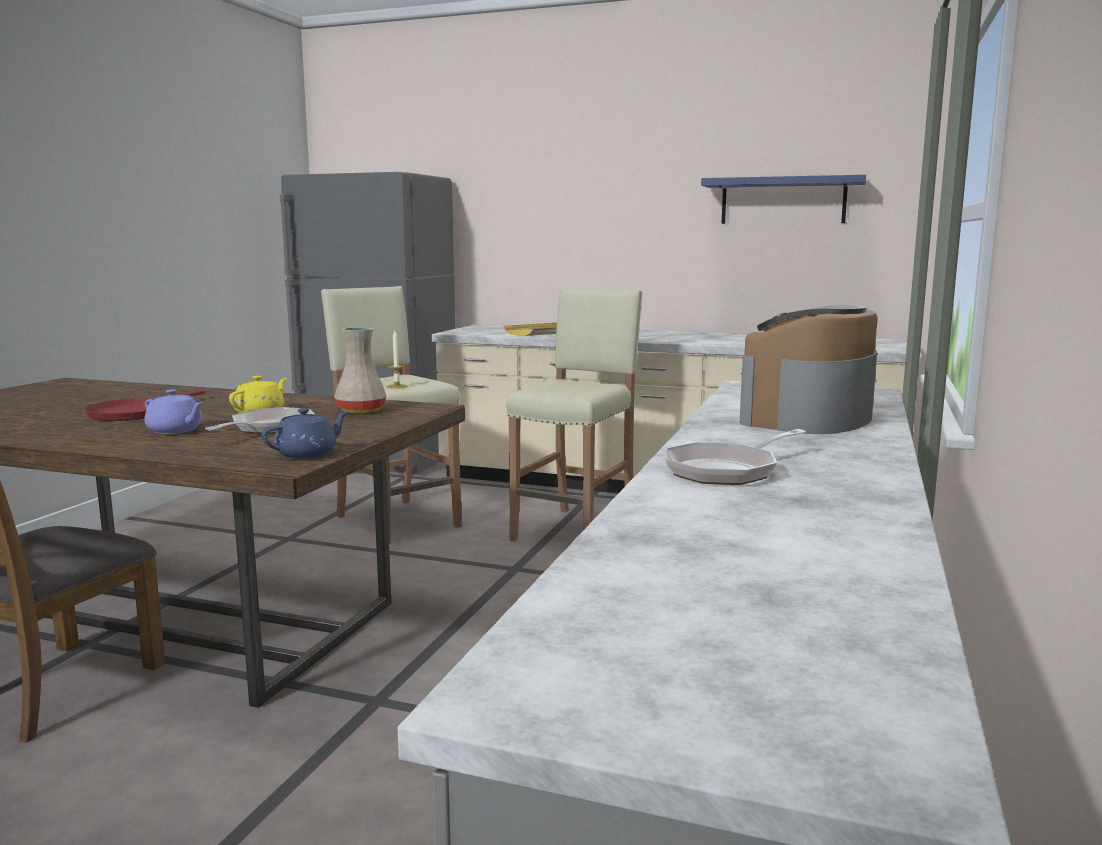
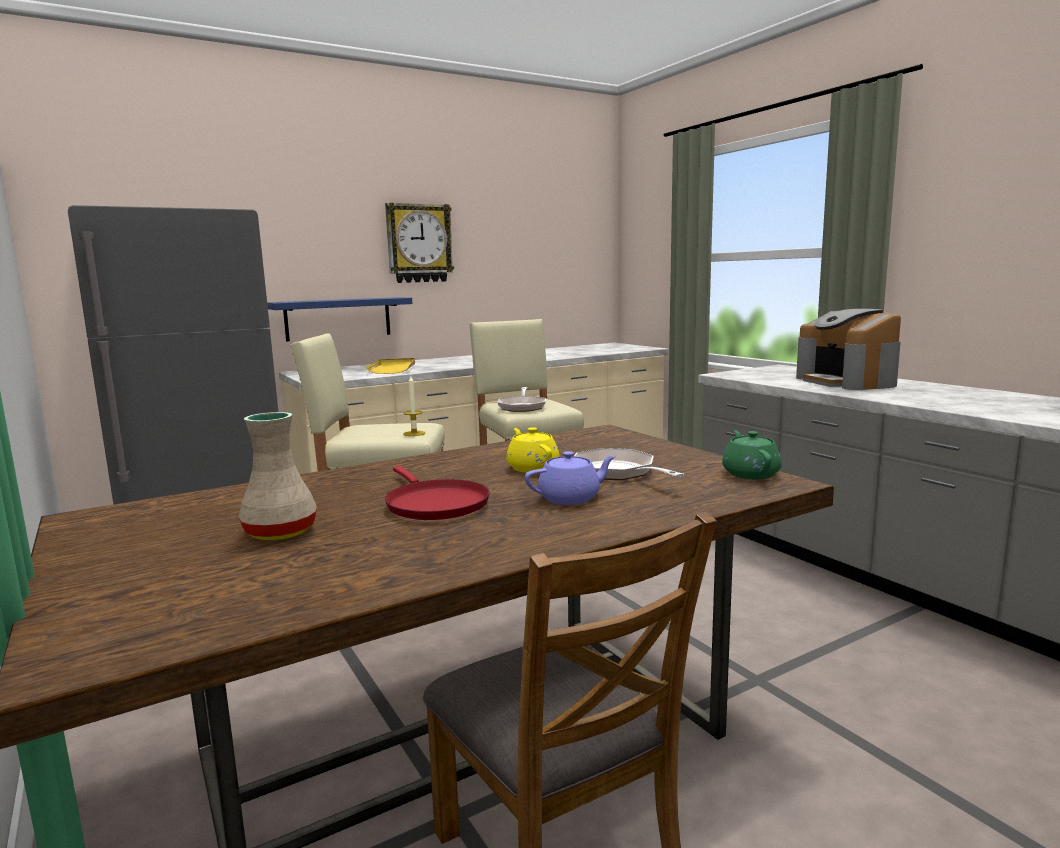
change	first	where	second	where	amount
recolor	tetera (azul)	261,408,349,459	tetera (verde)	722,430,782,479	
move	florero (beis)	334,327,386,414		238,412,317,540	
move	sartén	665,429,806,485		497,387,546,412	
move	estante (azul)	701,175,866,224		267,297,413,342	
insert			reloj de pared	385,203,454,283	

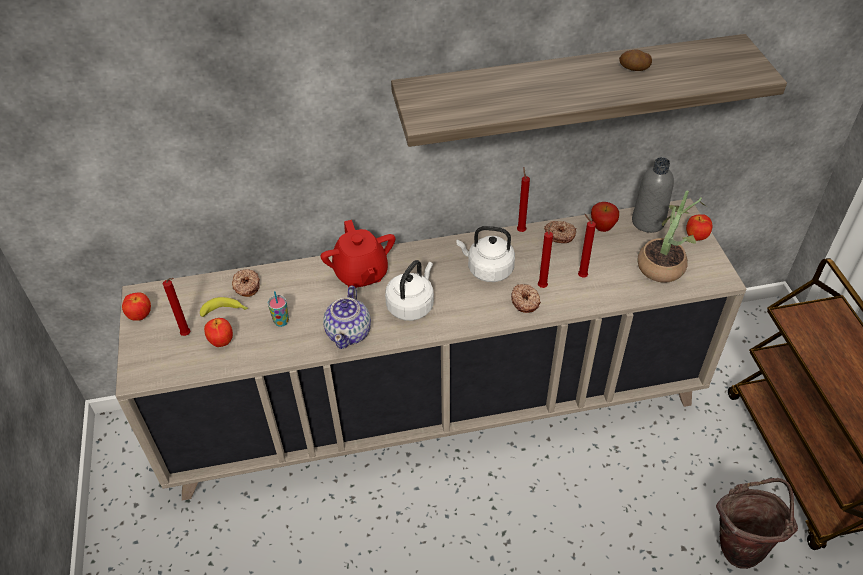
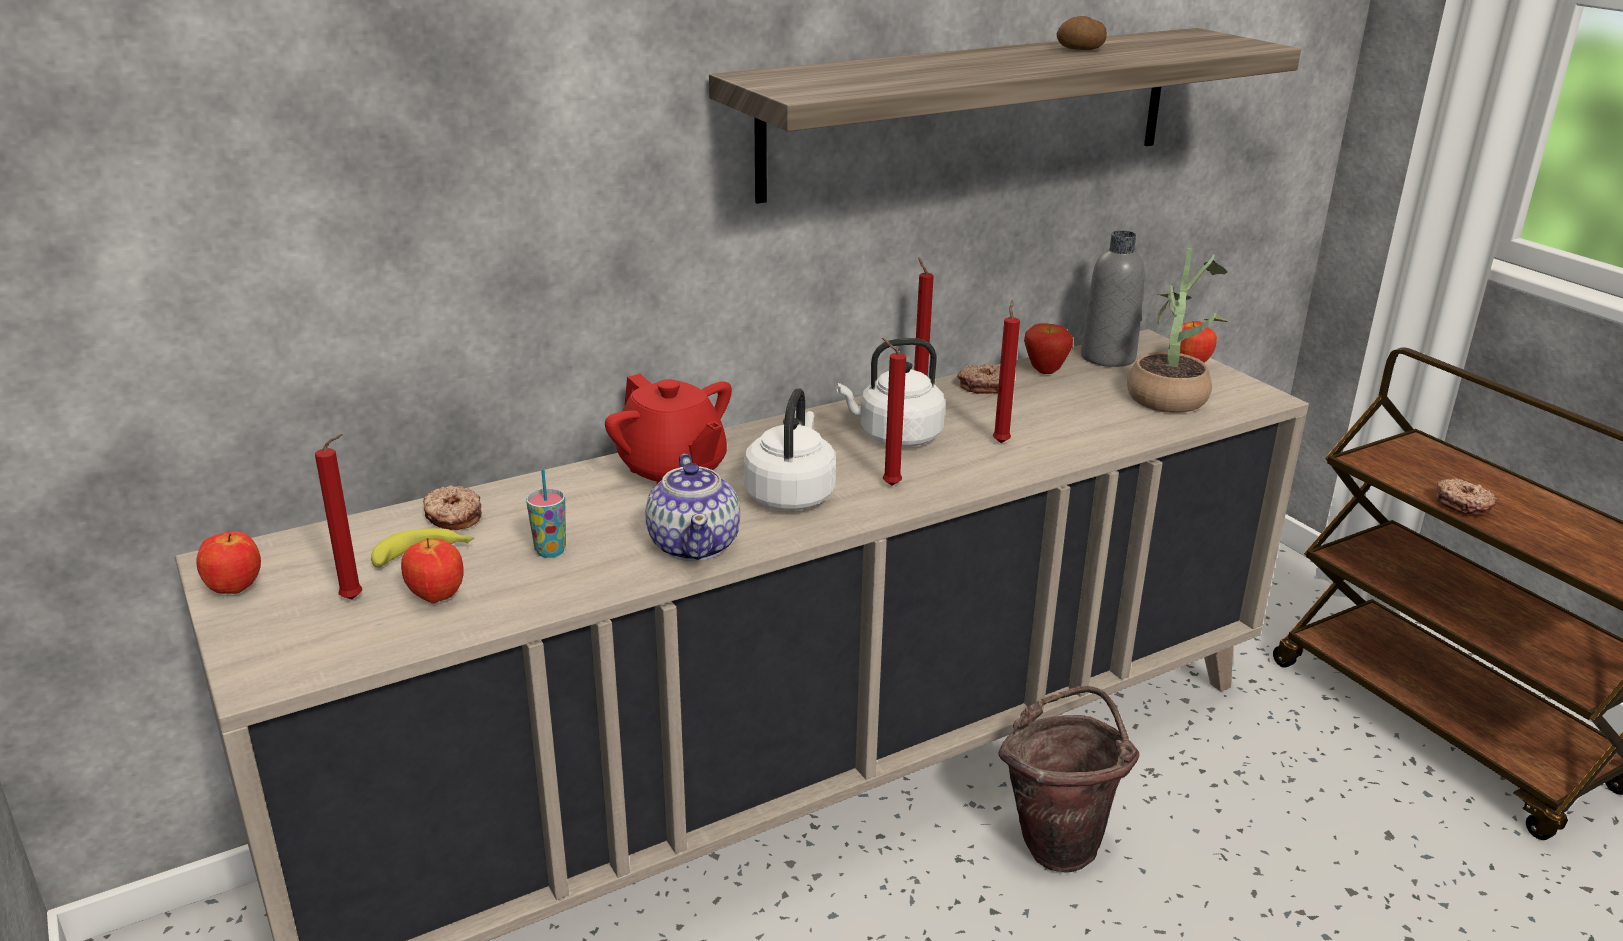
change	first	where	second	where	amount
move	rosquilla	511,284,541,313		1436,478,1498,515	
move	vela (rojo)	578,214,596,277		882,338,906,486	
move	cubo (marrón)	716,478,798,569		998,686,1139,872	

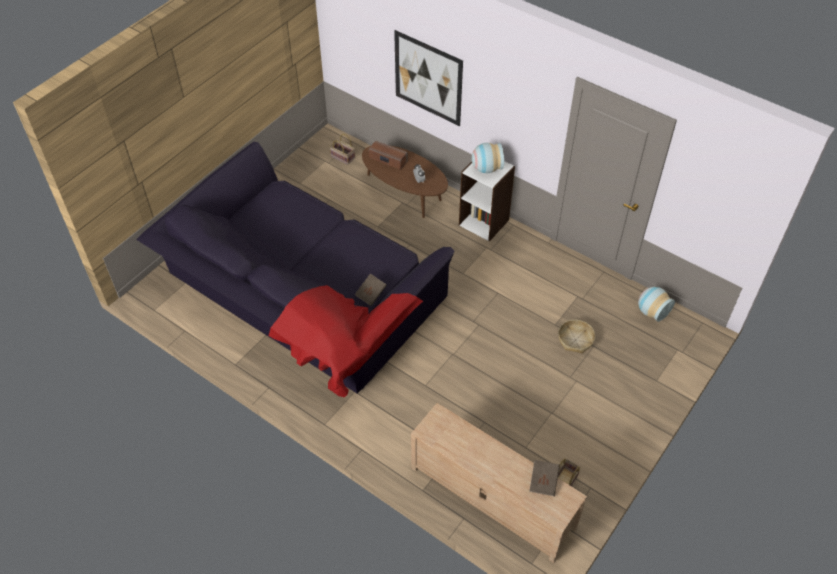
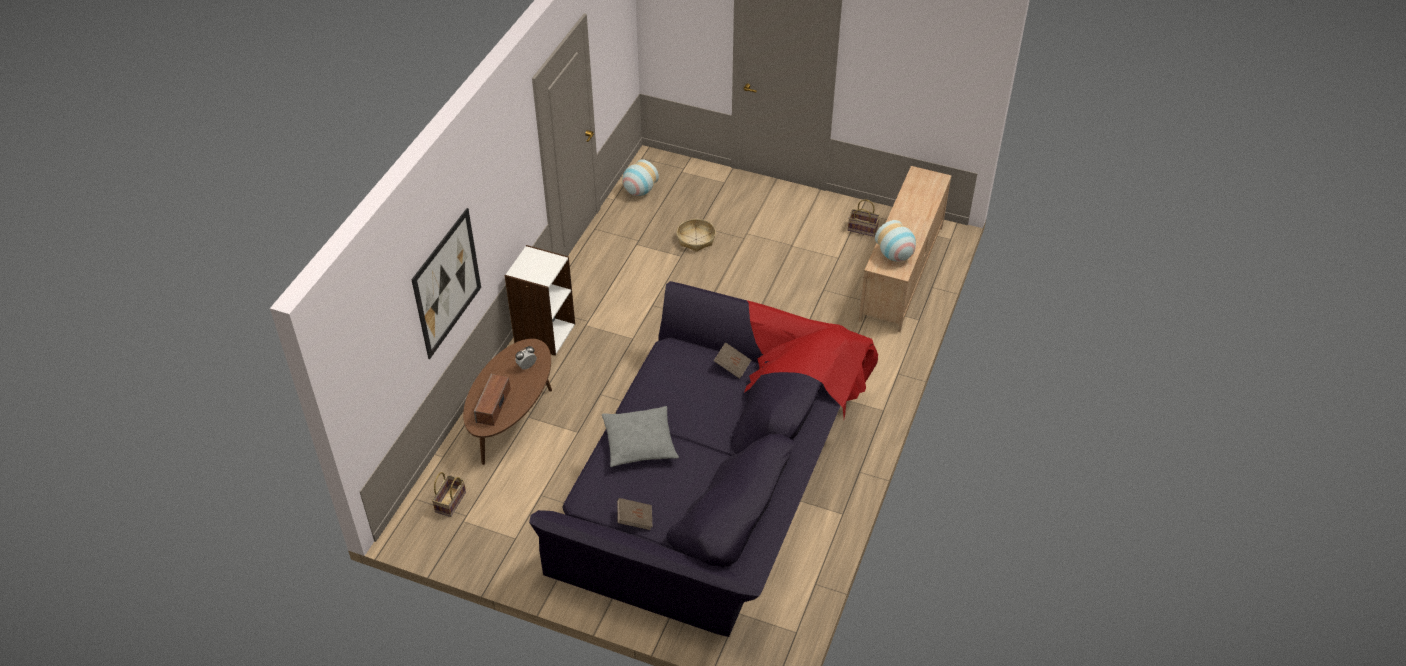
change	first	where	second	where	amount
move	florero	472,143,504,173		875,220,916,262	
move	libro (marrón)	529,460,560,496		617,498,652,530	
insert			cojín (gris)	602,406,679,467	

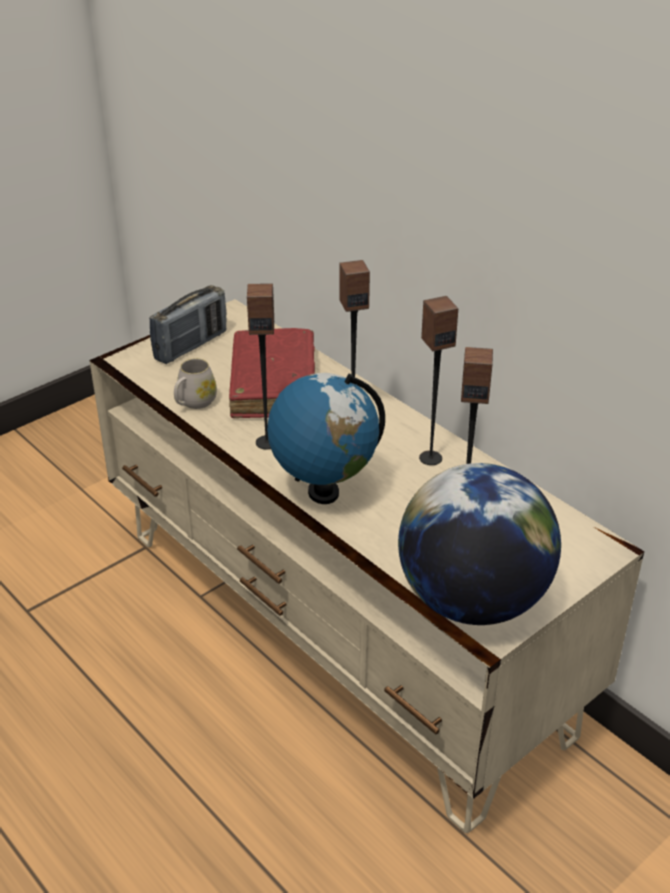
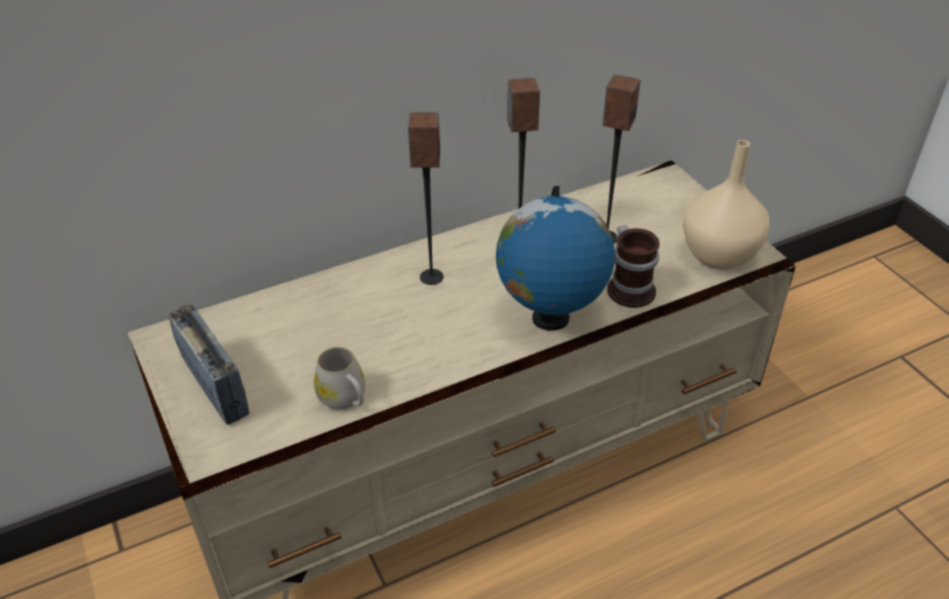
change	first	where	second	where	amount
delete	libro (rojo)	229,328,315,418			
delete	altavoz	247,283,274,450			
replace	globo terráqueo	398,463,561,625	florero (beis)	683,140,769,270	
insert			taza grande	607,225,660,308	

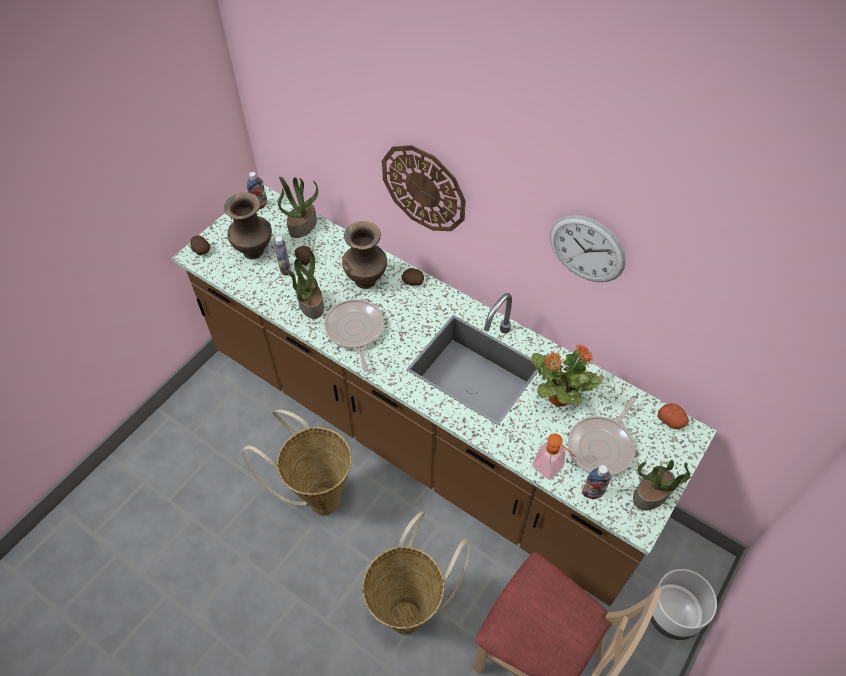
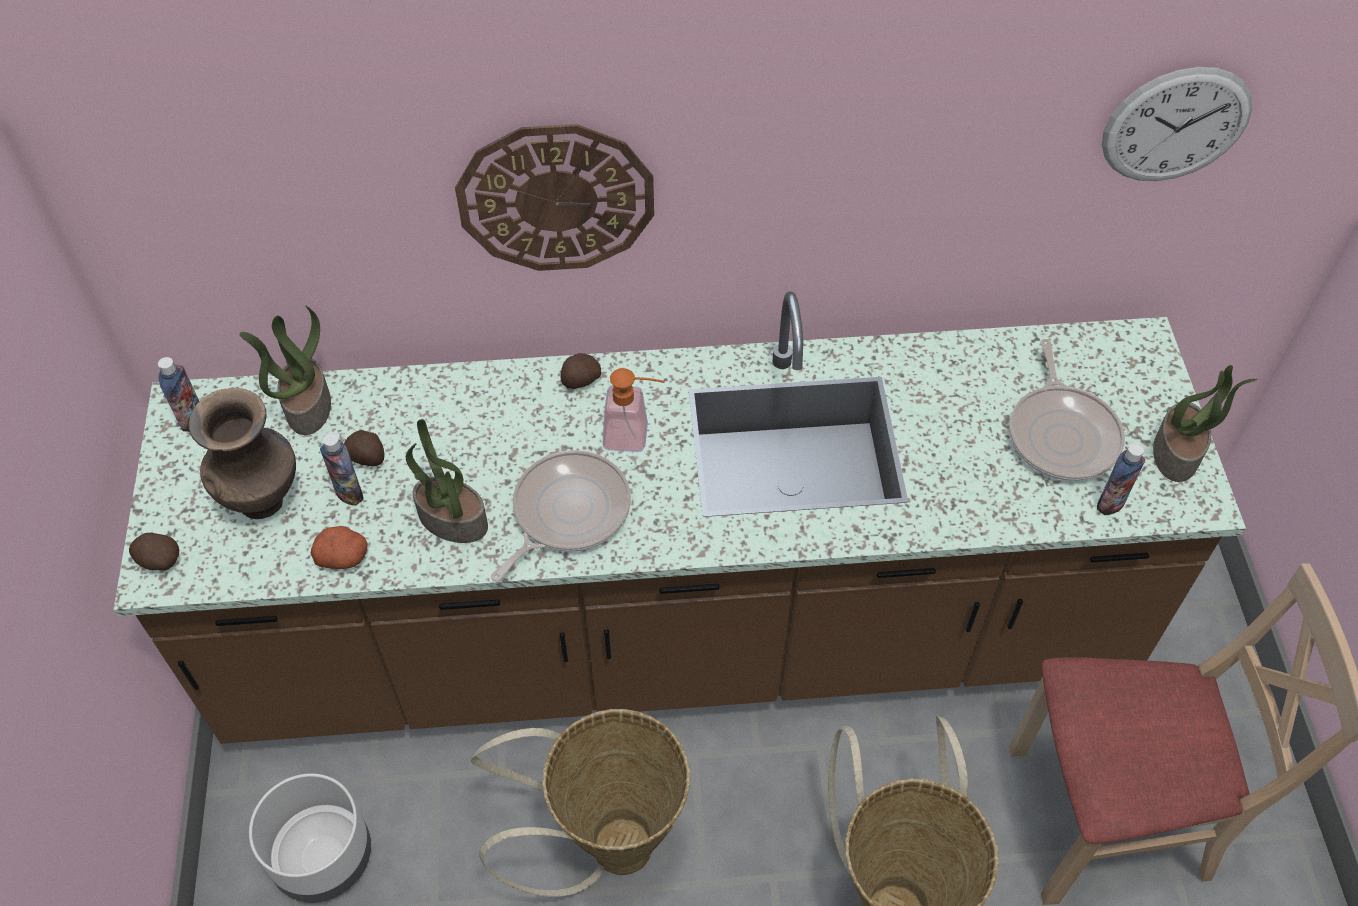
change	first	where	second	where	amount
rotate	sartén	324,299,384,371		491,450,631,582	90 degrees clockwise
delete	florero (marrón)	342,221,387,289			
delete	planta en maceta	531,345,603,407			
move	dispensador de jabón	532,434,575,480		602,368,665,452	
move	reloj de pared	550,215,626,282		1102,67,1252,181	
move	maceta (gris)	649,569,717,640		249,773,371,903	
move	patata	658,403,688,429		311,526,367,569	

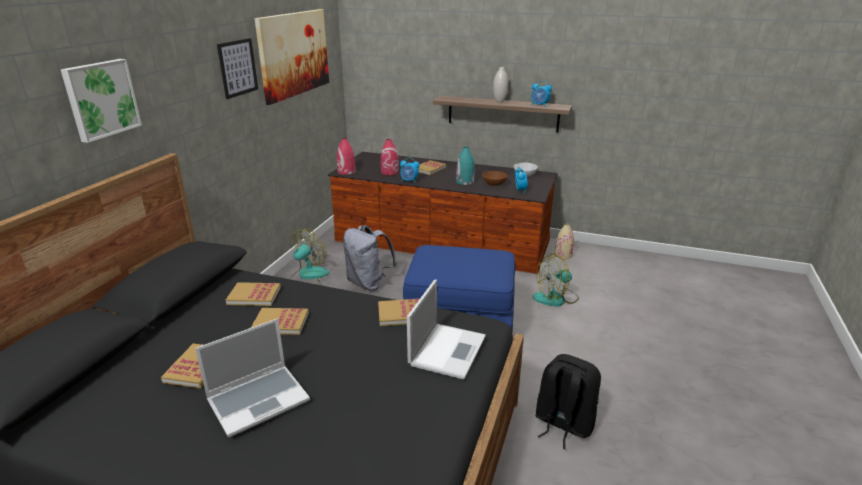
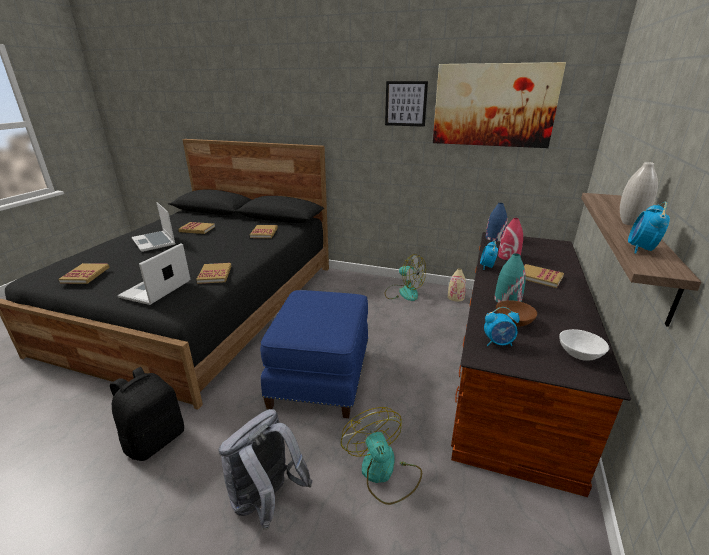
change	first	where	second	where	amount
delete	cuadro	61,59,142,143			
move	libro	251,308,309,335		58,263,109,284	
recolor	florero (rojo)	337,138,355,175	florero (azul)	486,203,507,242	
move	mochila (gris)	343,225,397,291		218,409,313,530	
rotate	portátil	407,280,486,380		118,243,190,305	90 degrees clockwise
move	florero (beis)	555,224,574,259		448,268,466,302	

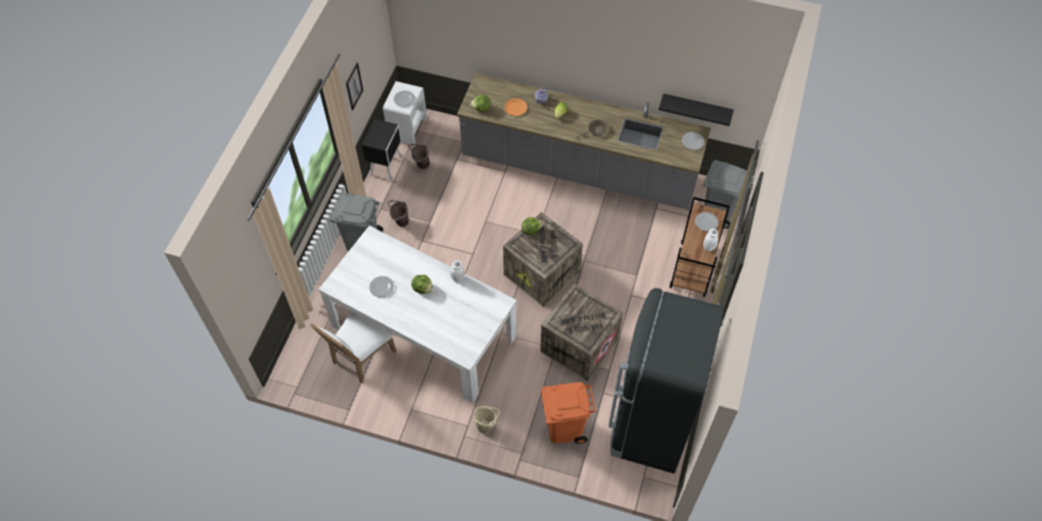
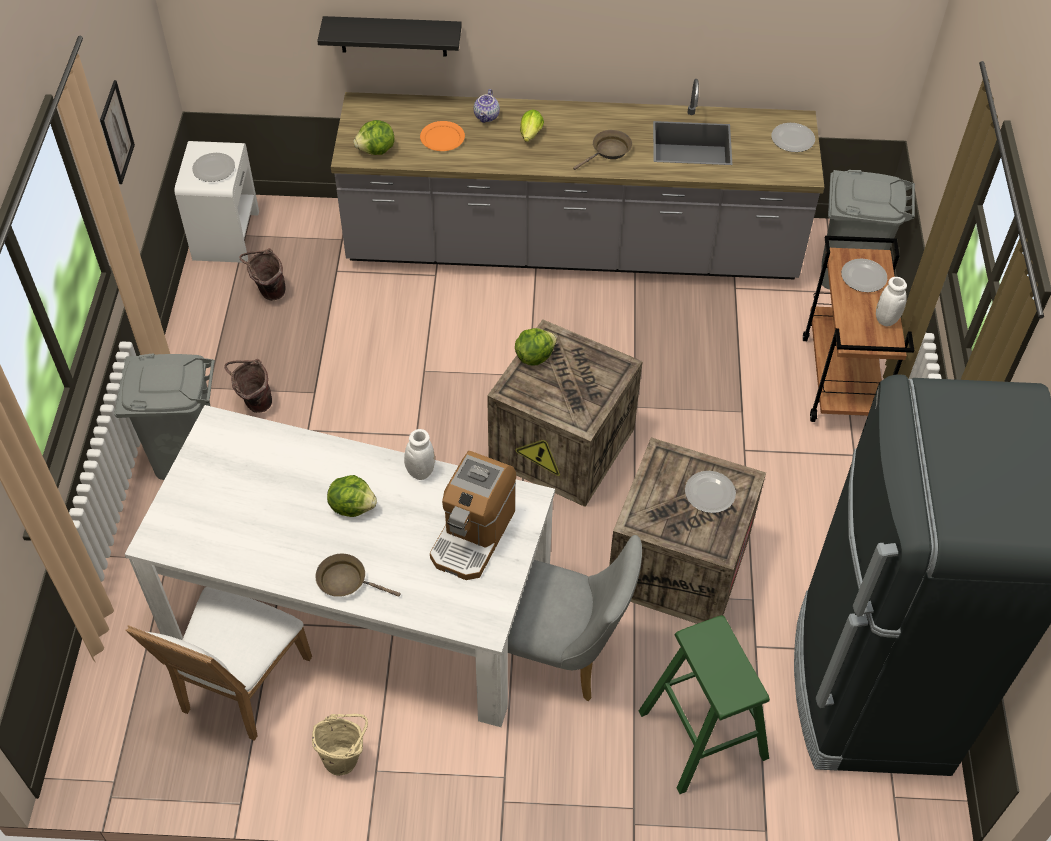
change	first	where	second	where	amount
delete	mesita de noche (negro)	362,119,402,181			
move	plato	369,276,394,297		685,471,736,513	
move	cubo (beis)	473,405,500,433		312,714,368,776	
replace	papelera (naranja)	541,382,596,444	taburete (verde)	639,615,770,794	
move	estante (negro)	659,93,734,126		317,16,462,56	
insert			sartén (marrón)	315,554,401,597	
insert			cafetera	430,451,516,580	
insert			silla (gris)	508,535,642,701	

